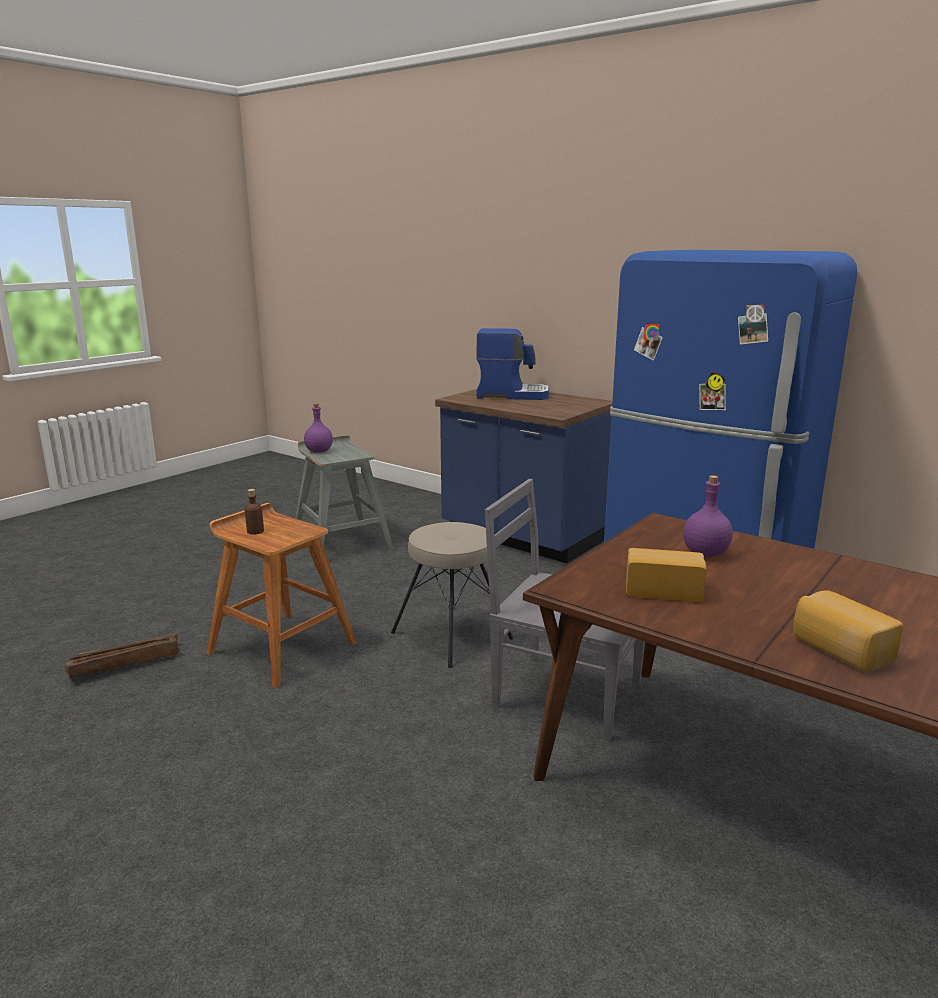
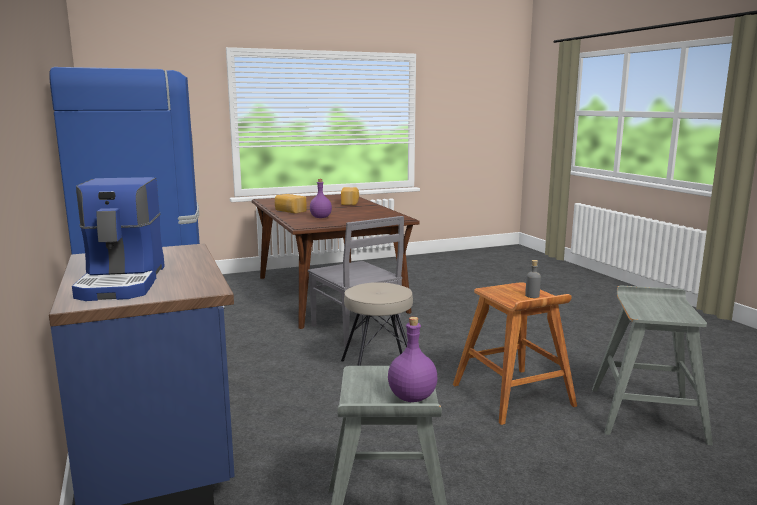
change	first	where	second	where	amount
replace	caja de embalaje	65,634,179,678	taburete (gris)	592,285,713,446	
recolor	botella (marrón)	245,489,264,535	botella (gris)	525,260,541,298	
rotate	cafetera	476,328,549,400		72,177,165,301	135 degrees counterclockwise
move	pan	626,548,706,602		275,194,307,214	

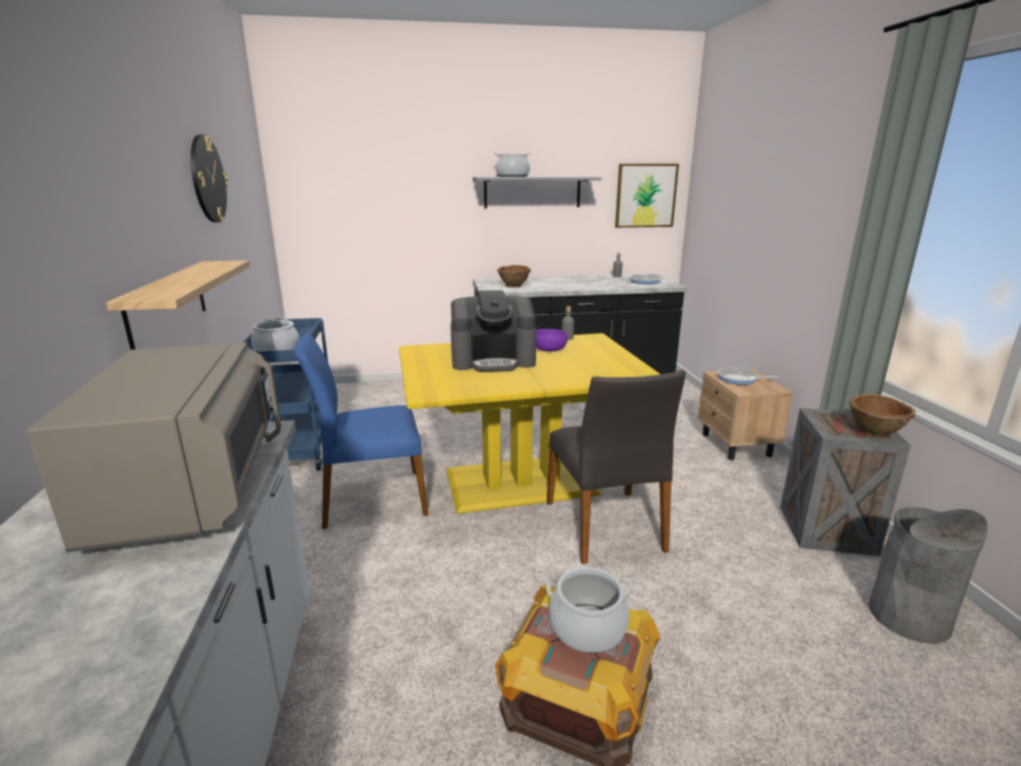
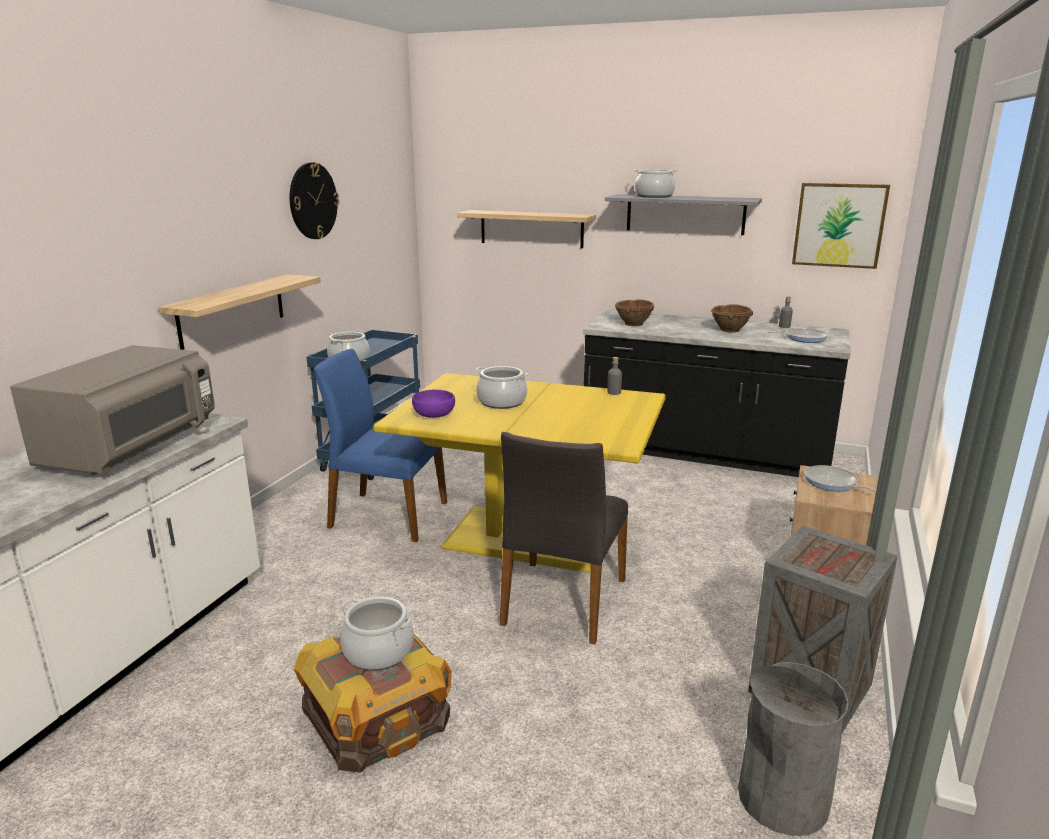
change	first	where	second	where	amount
replace	cafetera	450,290,536,372	olla	476,366,528,409	
move	cuenco (morado)	536,329,568,352		412,389,455,418	
move	cuenco (marrón)	849,394,915,438		711,304,753,332	
insert			estante	457,210,596,248	

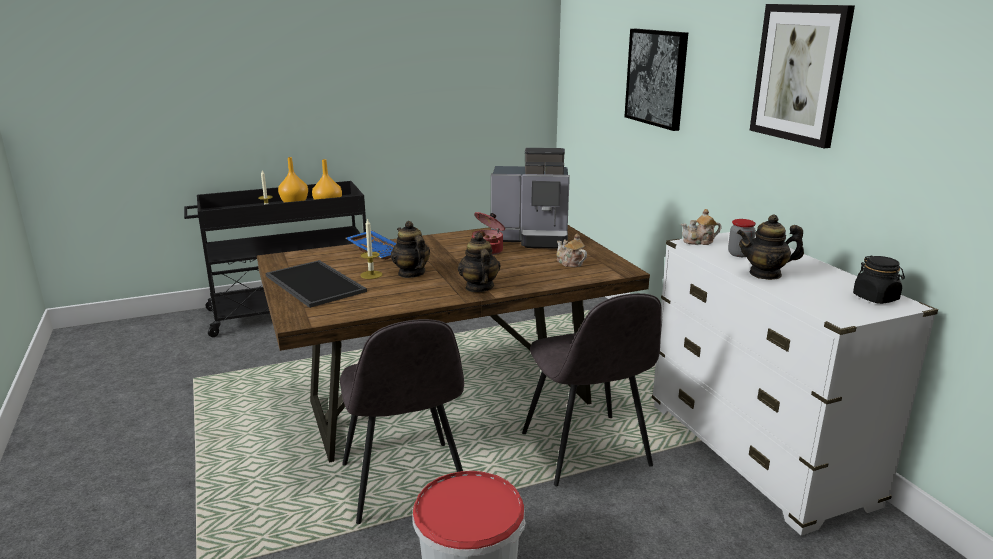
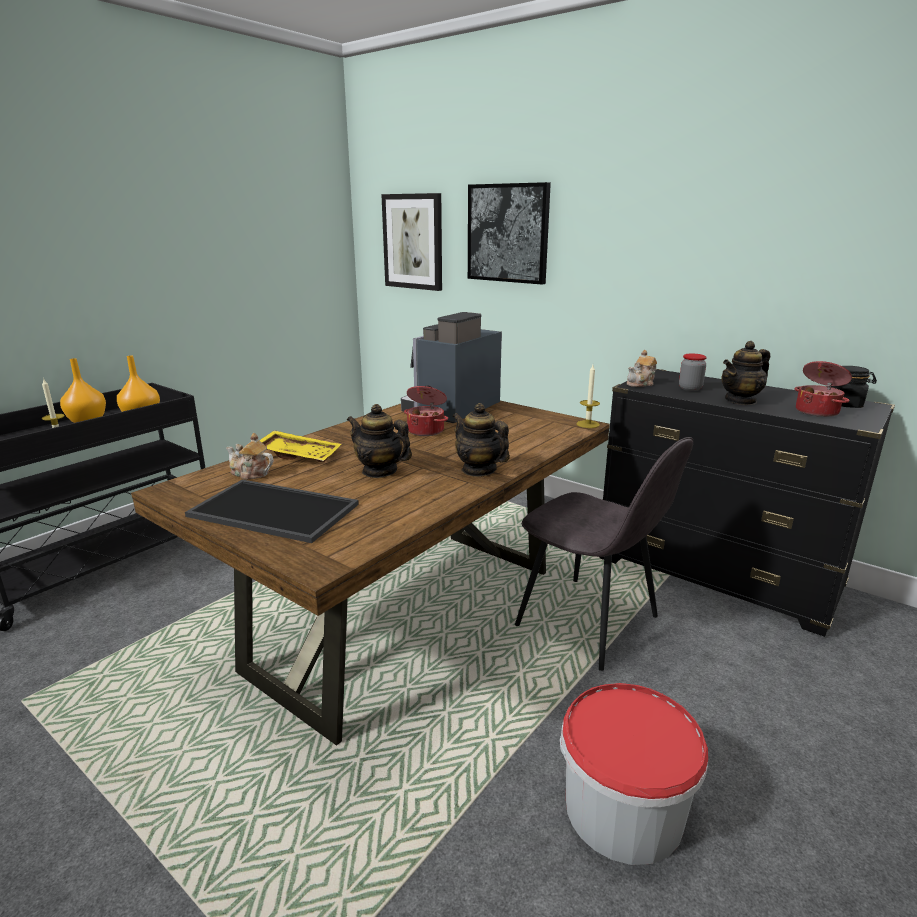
change	first	where	second	where	amount
delete	silla (gris)	340,319,464,524			
recolor	bandeja (azul)	345,230,397,260	bandeja (amarillo)	260,430,341,462	
move	vela	360,218,382,279		576,365,600,428	
rotate	cafetera	491,148,570,249		401,312,502,423	150 degrees clockwise
move	tetera	557,233,587,267		226,433,274,479	
recolor	cómoda (blanco)	652,232,938,536	cómoda (negro)	599,369,895,637	
move	cuadro	750,4,855,148		381,193,442,291	
insert			olla	794,361,852,417	

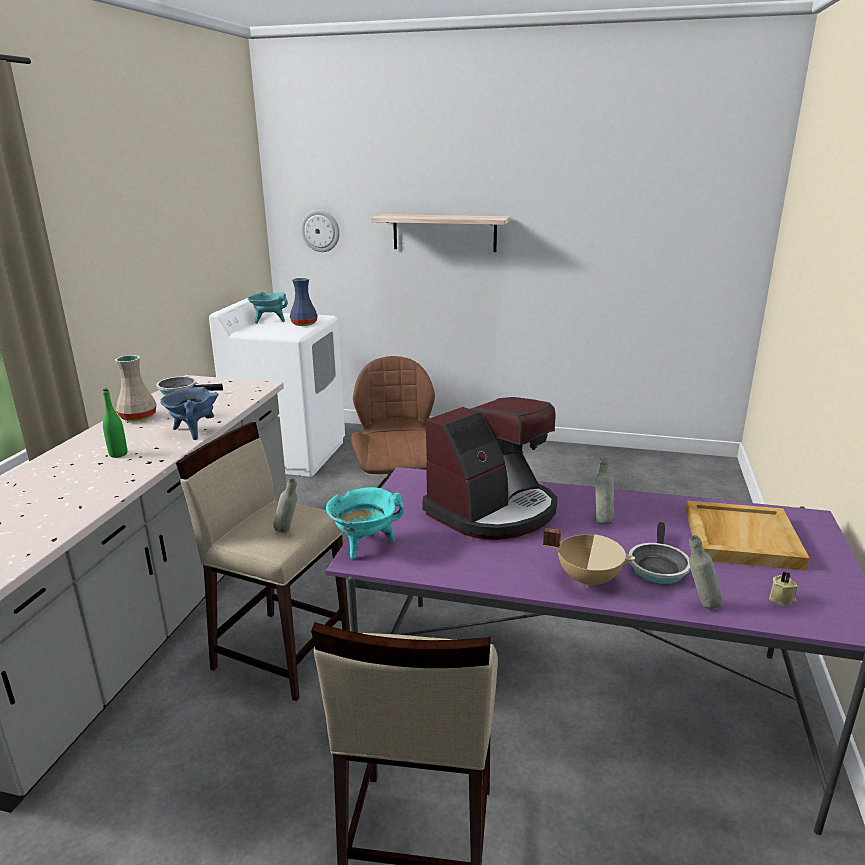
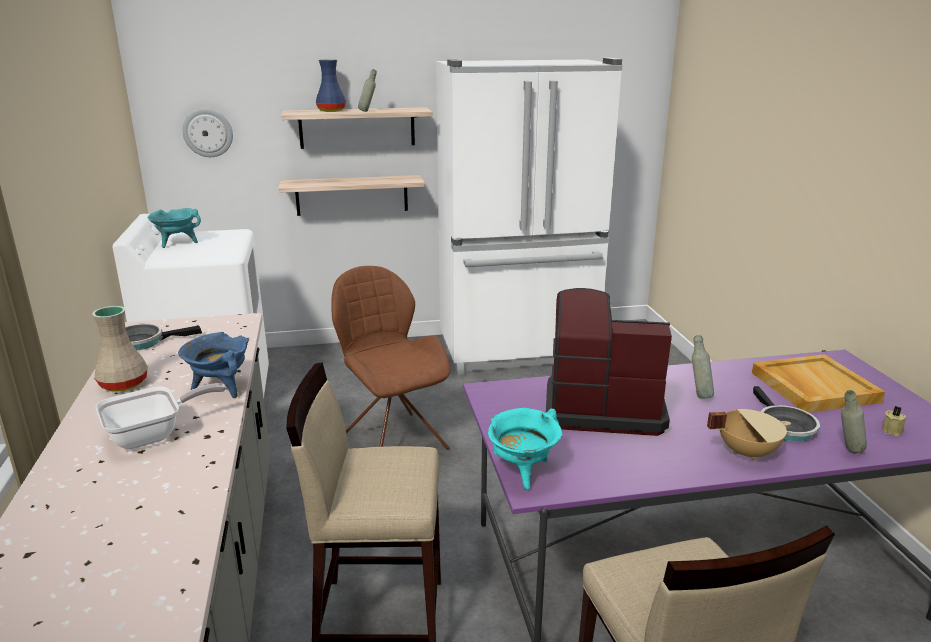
change	first	where	second	where	amount
replace	botella (verde)	103,388,127,458	sartén	96,383,226,449	
move	botella (gris)	273,478,297,533		358,69,377,112	
move	florero (azul)	290,278,318,326		316,60,346,112	
rotate	cafetera	422,397,558,540		546,288,672,436	105 degrees counterclockwise
insert			estante	278,175,425,216	
insert			nevera (blanco)	436,58,623,375	

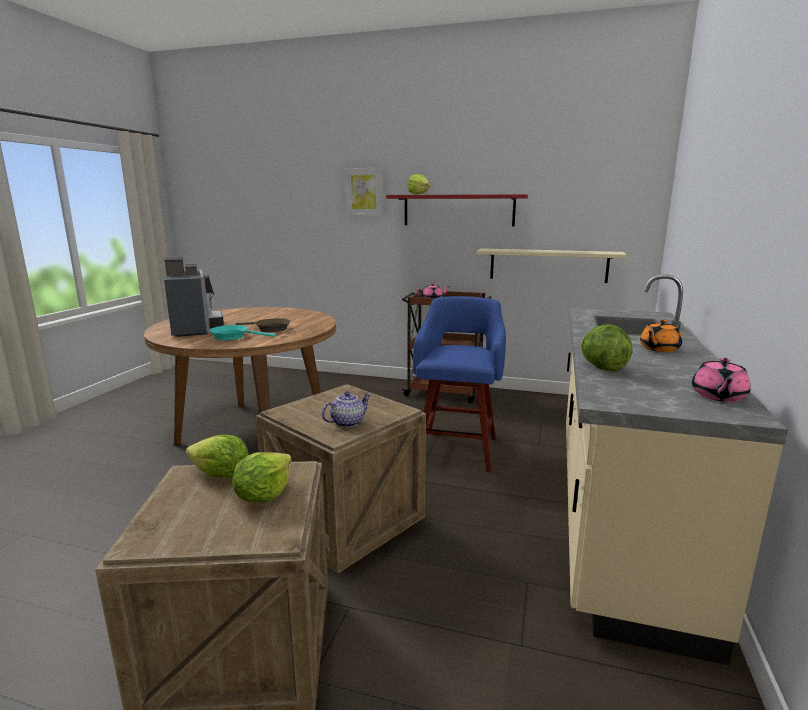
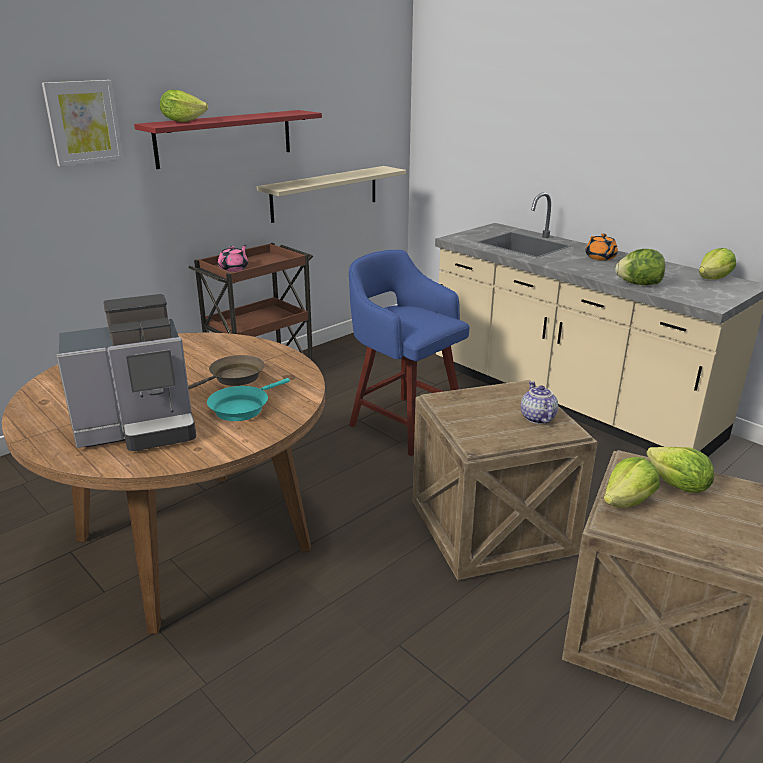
change	first	where	second	where	amount
rotate	cafetera	164,256,224,337		56,294,196,451	150 degrees clockwise
replace	tetera (rosa)	692,358,751,402	lechuga	699,248,736,279	

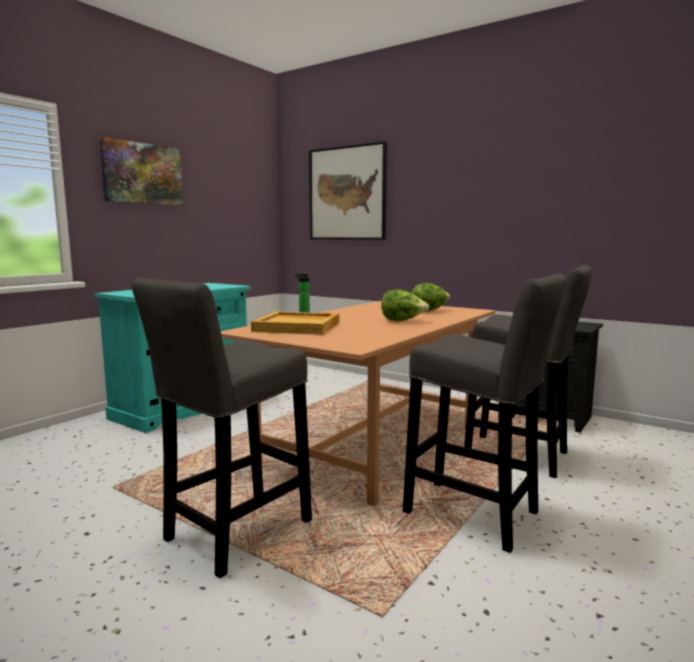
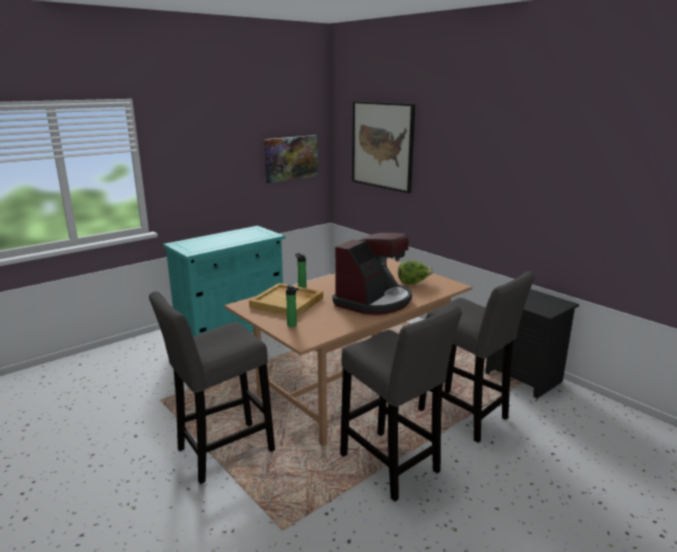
change	first	where	second	where	amount
move	cuadro	99,137,183,206		264,135,318,183	
replace	lechuga	381,289,429,321	cafetera	333,233,412,315	
insert			botella	286,285,299,327	

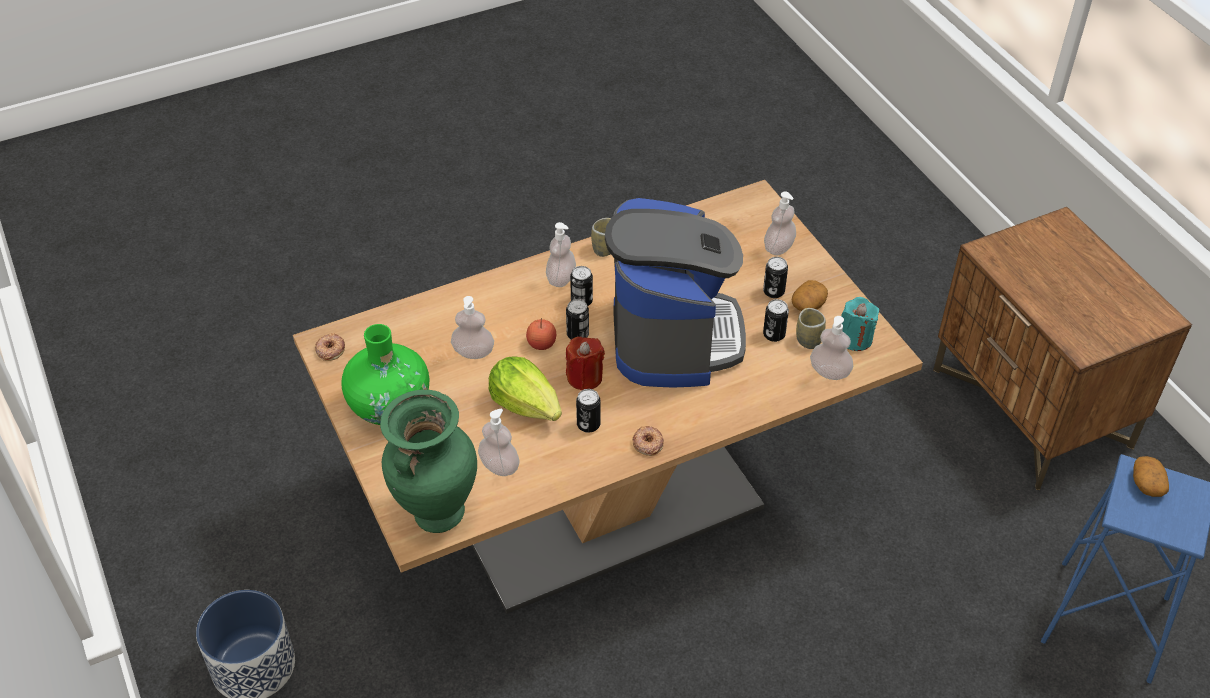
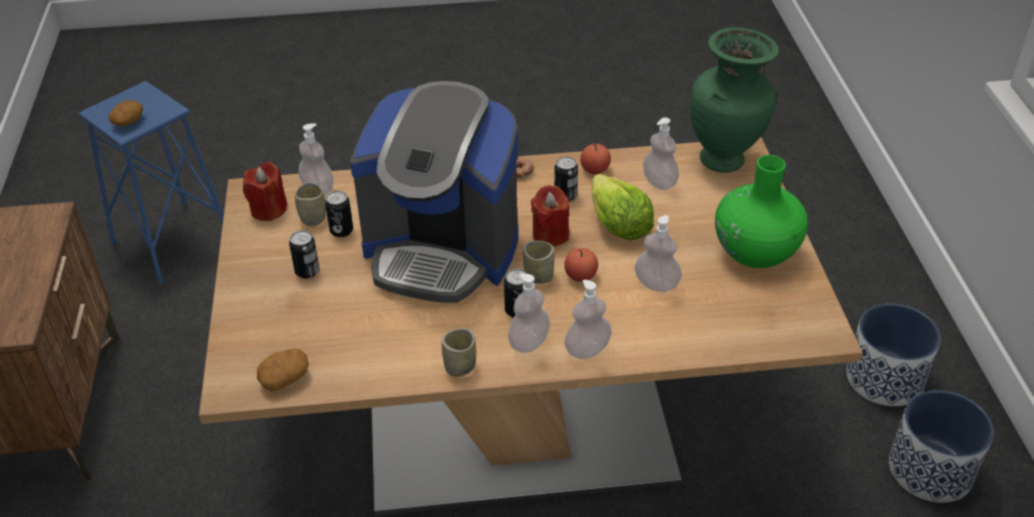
change	first	where	second	where	amount
delete	rosquilla	315,333,345,361			
replace	lata	566,299,589,340	taza	523,241,555,284	
rotate	cafetera	605,198,746,388		350,81,519,303	90 degrees counterclockwise
move	dispensador de jabón	764,192,796,255		565,280,612,359	
move	patata	791,280,828,311		257,349,309,391	
recolor	vela (turquesa)	841,297,879,351	vela (rojo)	243,162,287,221	
insert			manzana	580,144,611,174	
insert			maceta	889,390,994,503	

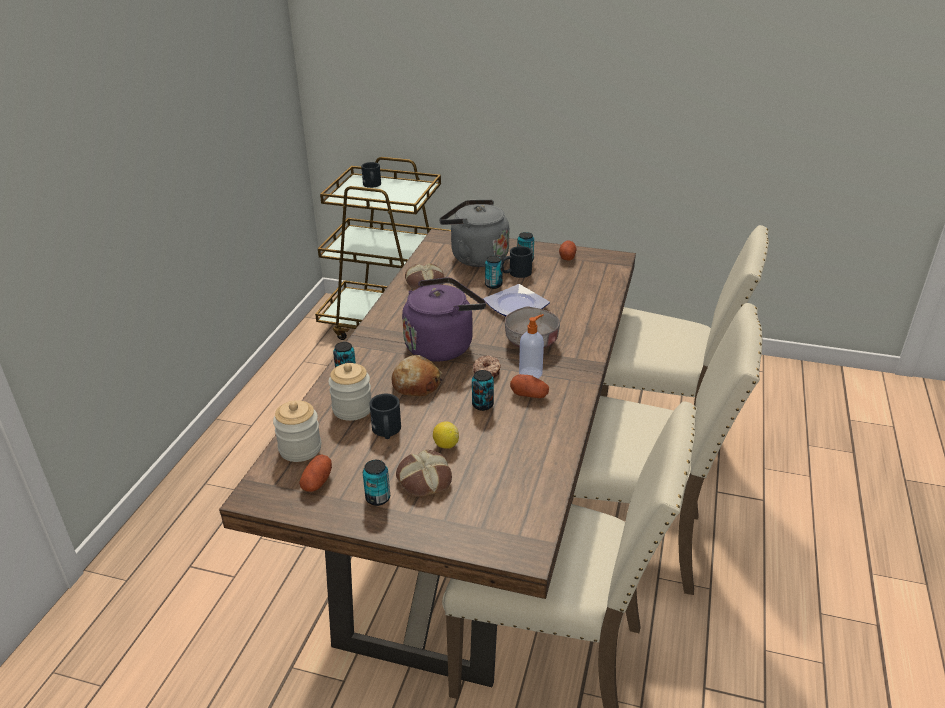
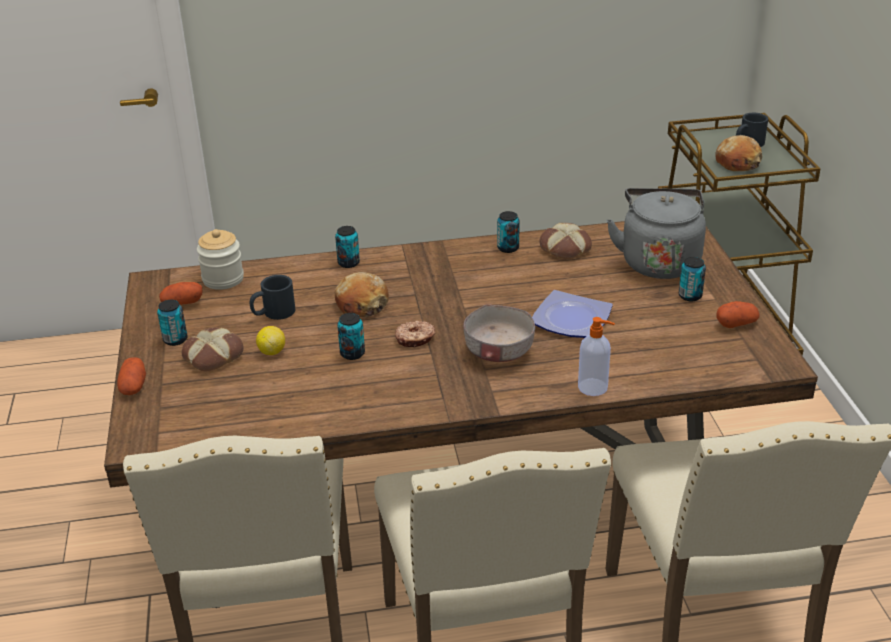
change	first	where	second	where	amount
delete	tarro	328,363,371,421			
delete	hervidor (morado)	402,277,486,361			
move	lata	485,256,503,289		497,211,520,253	
delete	taza grande (negro)	502,246,533,278			
move	patata	510,374,549,398		117,357,146,395	
move	dispensador de jabón	519,314,544,379		578,317,615,396	
insert			pan	715,135,762,171	

